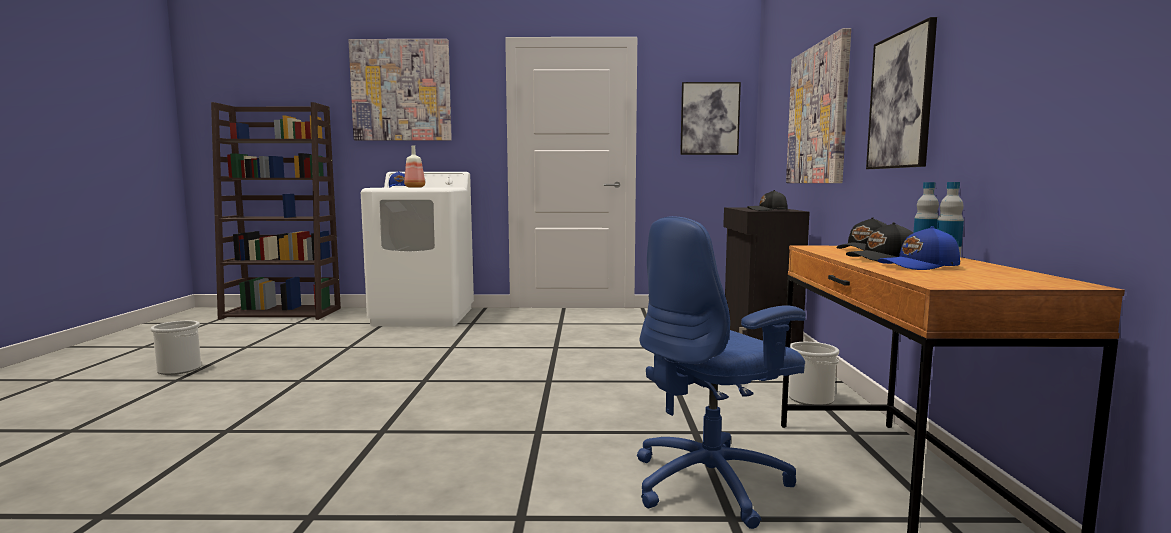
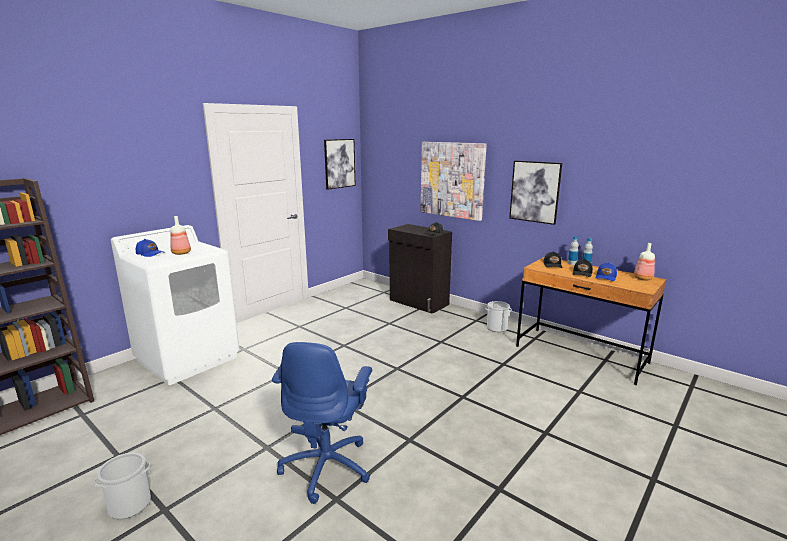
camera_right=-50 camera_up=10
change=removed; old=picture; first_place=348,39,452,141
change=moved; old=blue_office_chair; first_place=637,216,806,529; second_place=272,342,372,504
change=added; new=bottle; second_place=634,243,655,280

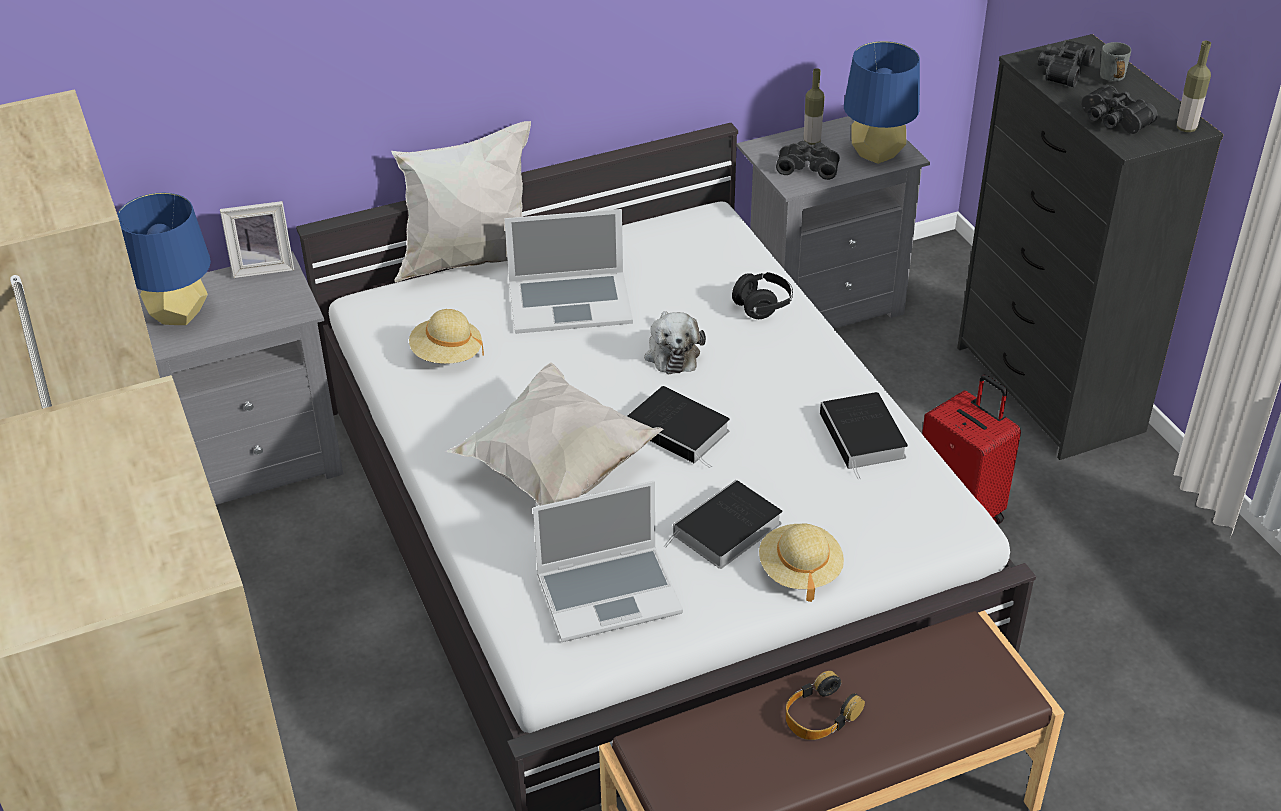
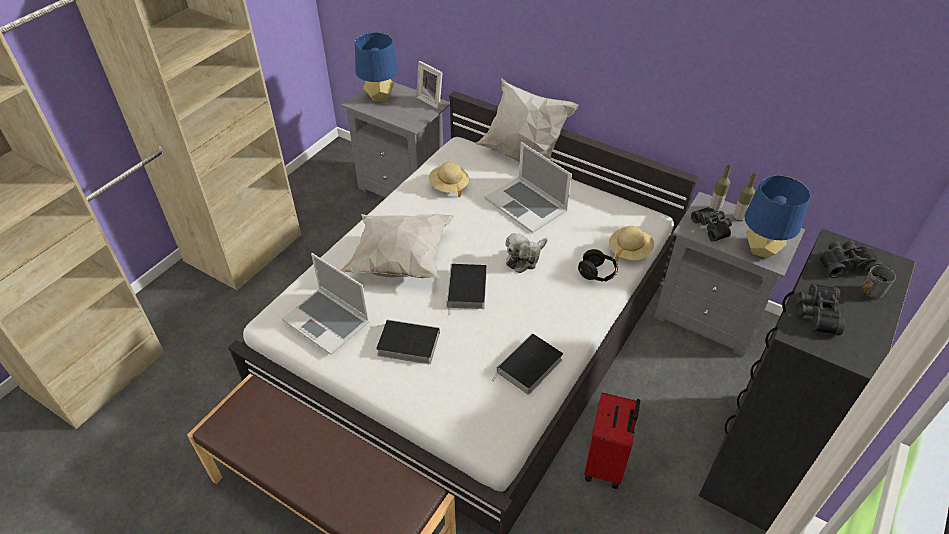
camera_right=55 camera_up=5
change=moved; old=bottle; first_place=1177,41,1211,132; second_place=709,164,731,212
change=moved; old=beige_hat; first_place=759,524,844,602; second_place=609,226,654,262
change=removed; old=headphones; first_place=786,671,865,740

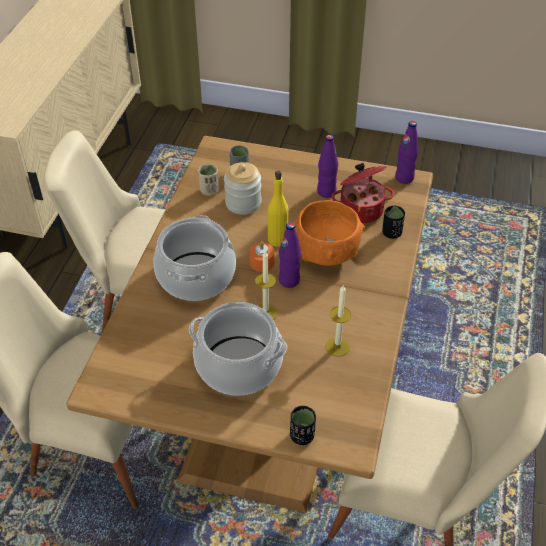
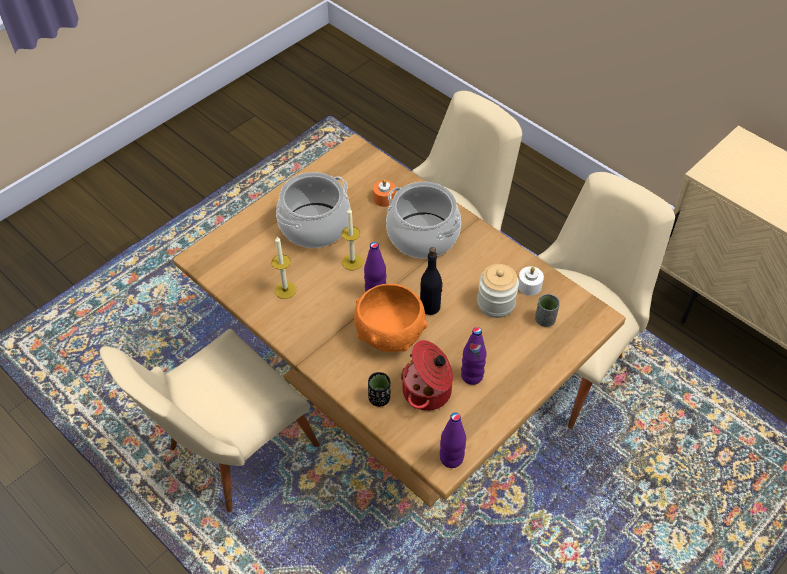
camera_right=120 camera_up=5
change=replaced; old=beige_cup; new=white_candle; first_place=198,164,219,196; second_place=518,266,544,295
change=recoloured; old=yellow_bottle; new=black_bottle; first_place=268,171,288,247; second_place=420,247,443,315
change=moved; old=orange_candle; first_place=249,241,275,272; second_place=373,179,396,207
change=removed; old=black_cup; first_place=290,406,316,445

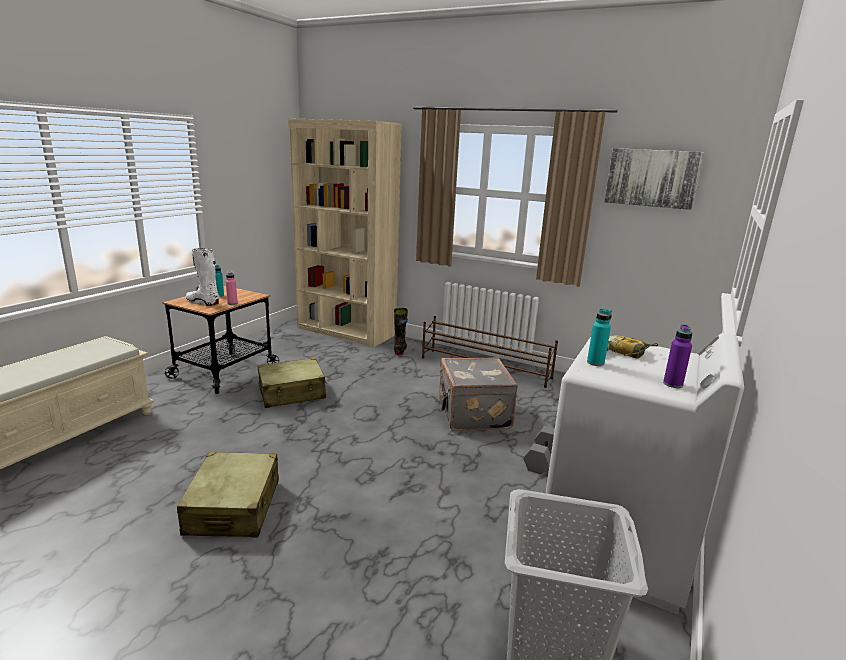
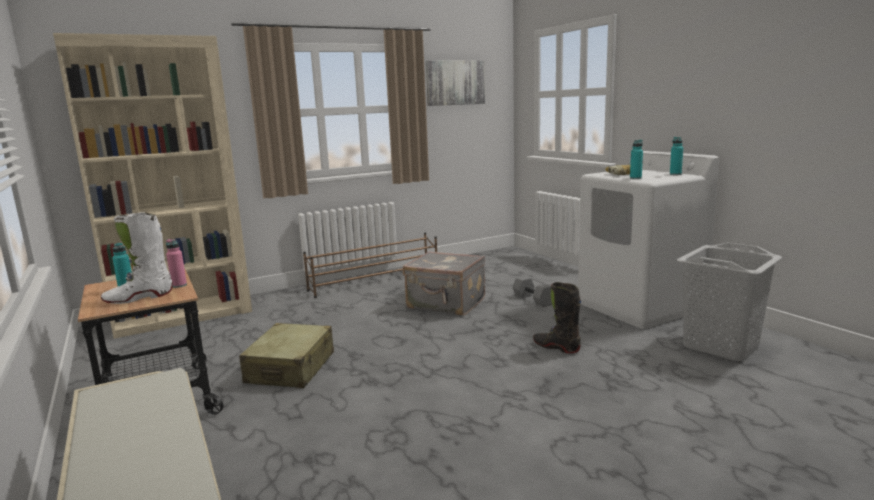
camera_right=-55 camera_up=-5
change=moved; old=black_boot; first_place=394,308,408,355; second_place=533,282,581,353
change=recoloured; old=purple_bottle; new=turquoise_bottle; first_place=663,324,692,388; second_place=670,137,683,175
change=removed; old=beige_suitcase; first_place=177,452,279,538

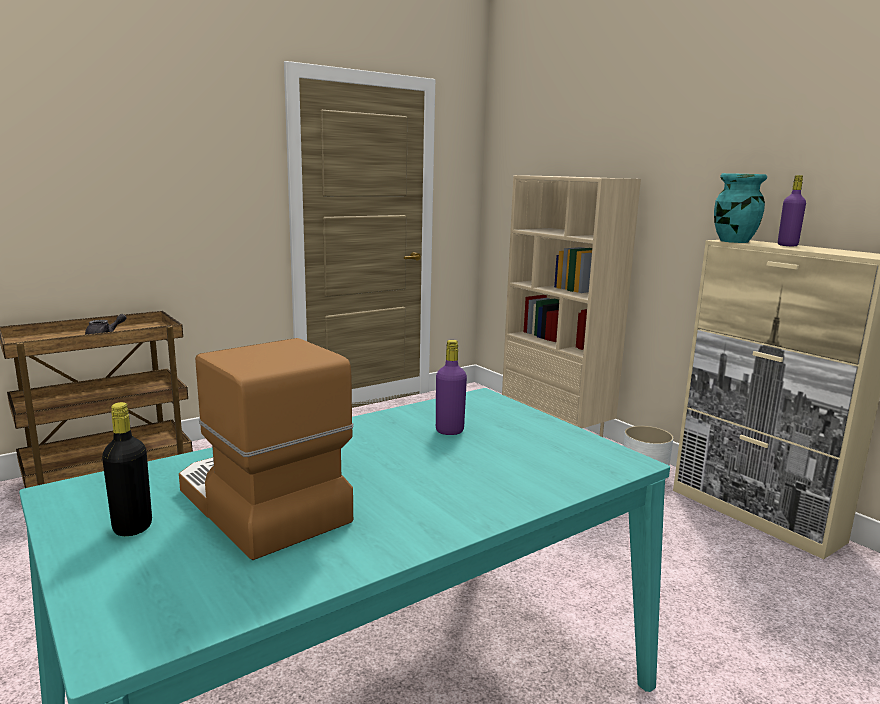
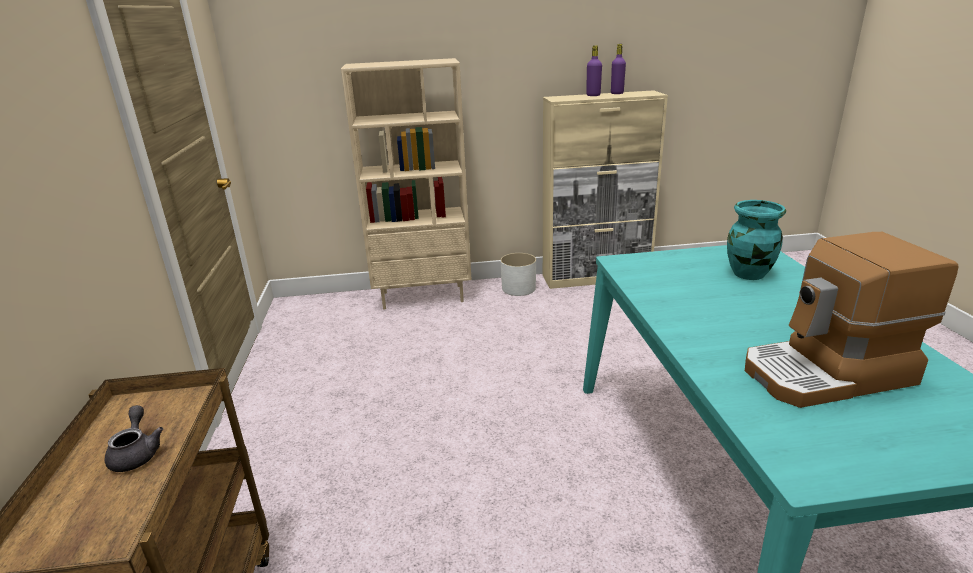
camera_right=-60 camera_up=10
change=moved; old=turquoise_vase; first_place=714,173,767,243; second_place=727,200,786,280
change=moved; old=purple_bottle; first_place=436,340,467,435; second_place=611,44,626,94
change=removed; old=black_bottle; first_place=102,402,152,536

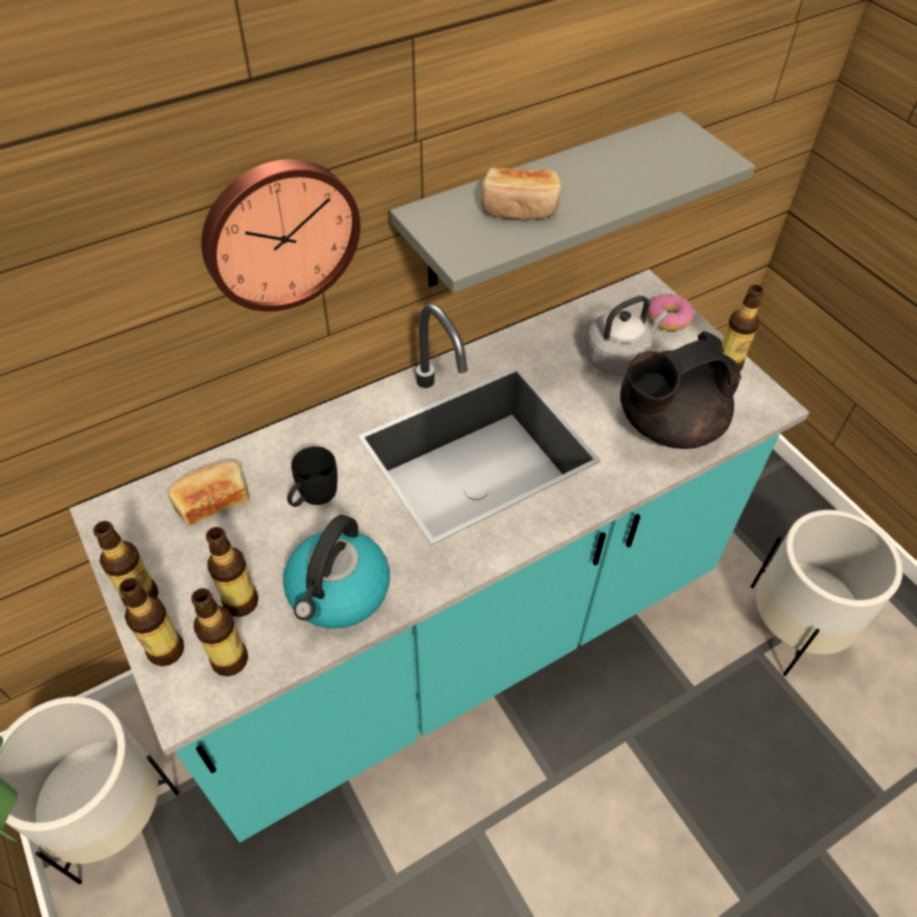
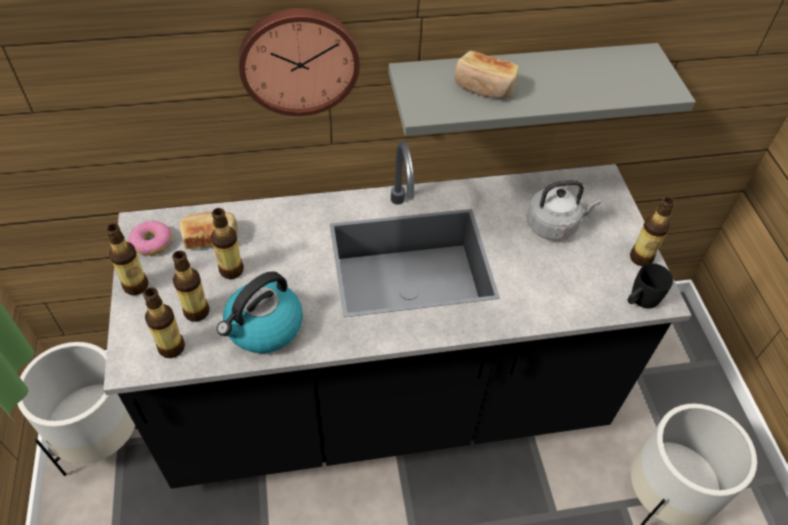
camera_right=20 camera_up=0
change=recoloured; old=turquoise_counter; new=black_counter; first_place=69,269,810,842; second_place=103,141,692,489
change=moved; old=donut; first_place=648,294,694,331; second_place=128,220,172,256
change=removed; old=black_teapot; first_place=620,331,741,449
change=moved; old=black_mug; first_place=287,446,338,507; second_place=628,263,673,308
change=moved; old=bottle; first_place=119,578,184,666; second_place=211,208,244,279

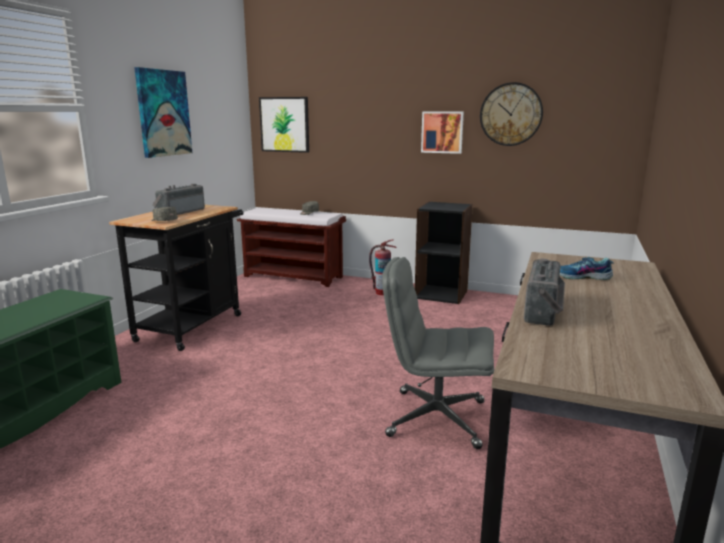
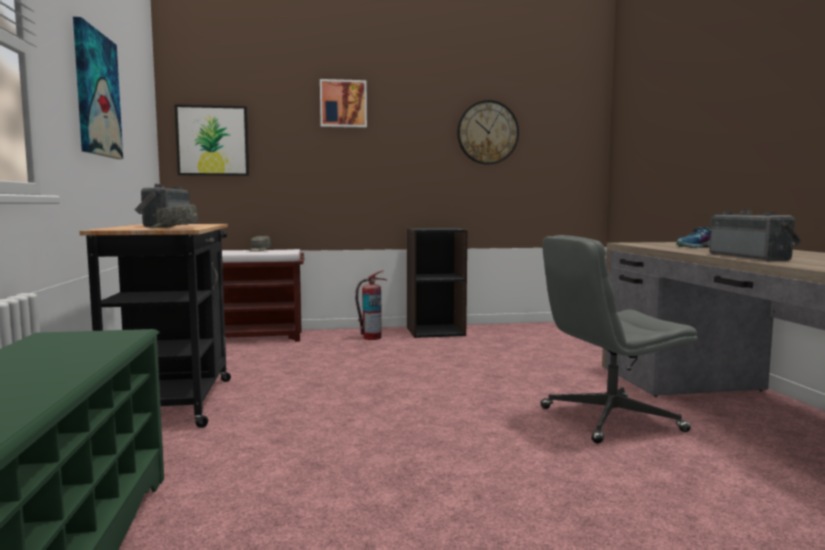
camera_right=-30 camera_up=-10
change=moved; old=picture; first_place=421,111,464,154; second_place=320,79,367,128

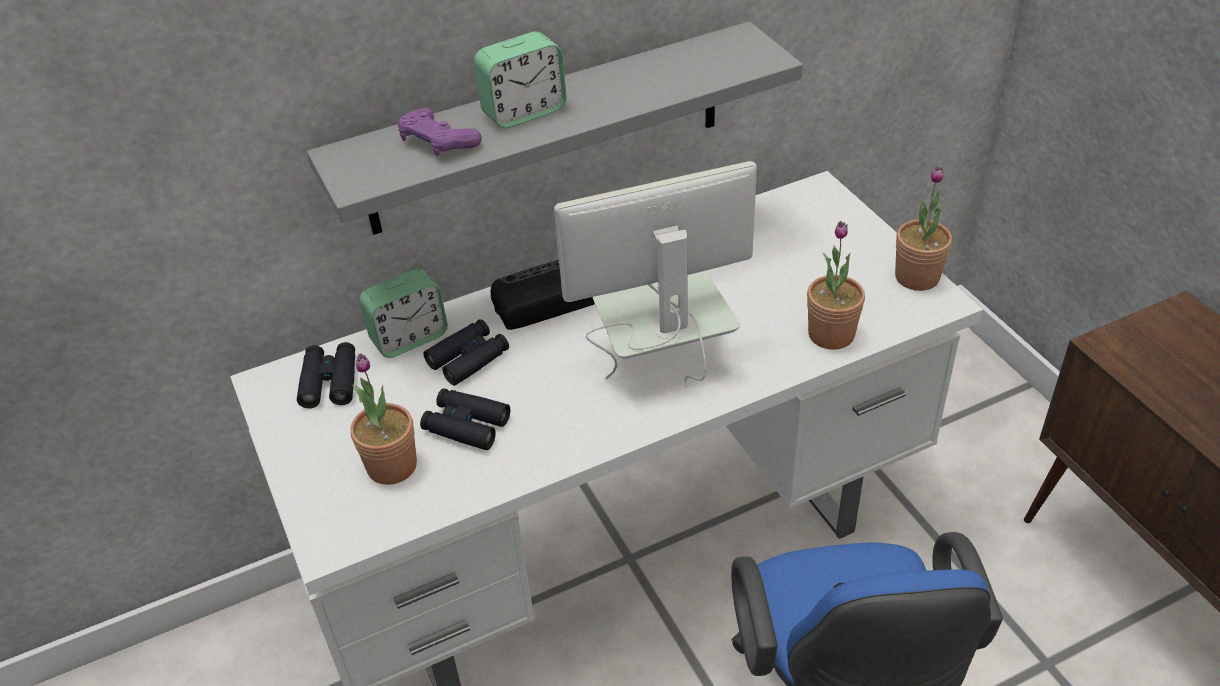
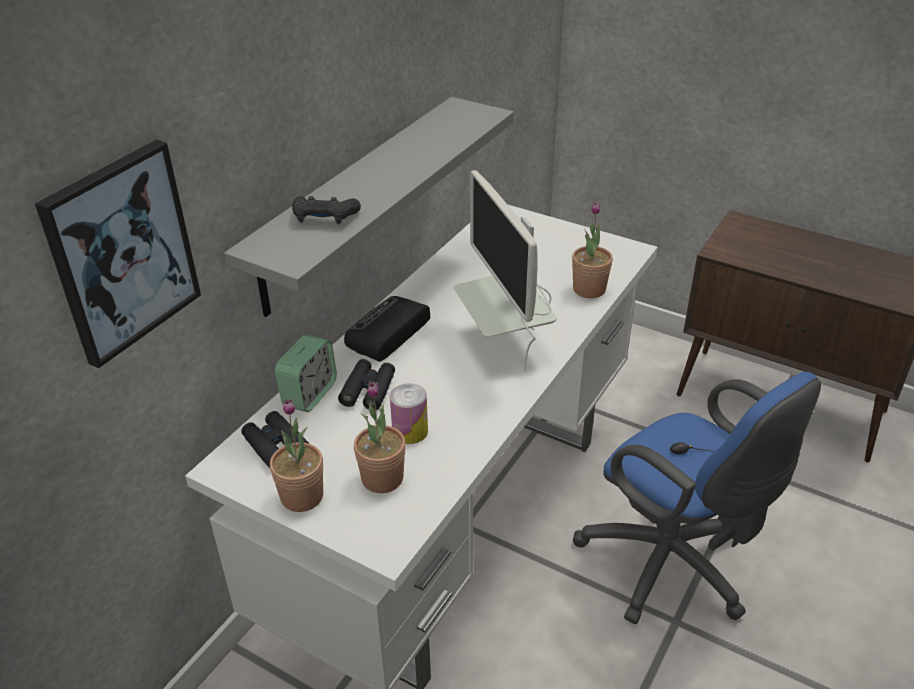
camera_right=-35 camera_up=-5
change=removed; old=alarm_clock; first_place=474,31,567,128
change=recoloured; old=purple_game_controller; new=black_game_controller; first_place=398,107,482,156; second_place=292,196,361,225
change=turned; old=monitor; first_place=554,161,757,388; second_place=454,170,557,371; degrees=-60
change=moved; old=potted_plant; first_place=895,166,952,291; second_place=270,398,323,512
change=replaced; old=black_binoculars; new=can; first_place=420,388,510,450; second_place=390,383,428,444
change=added; new=picture; second_place=35,140,201,368

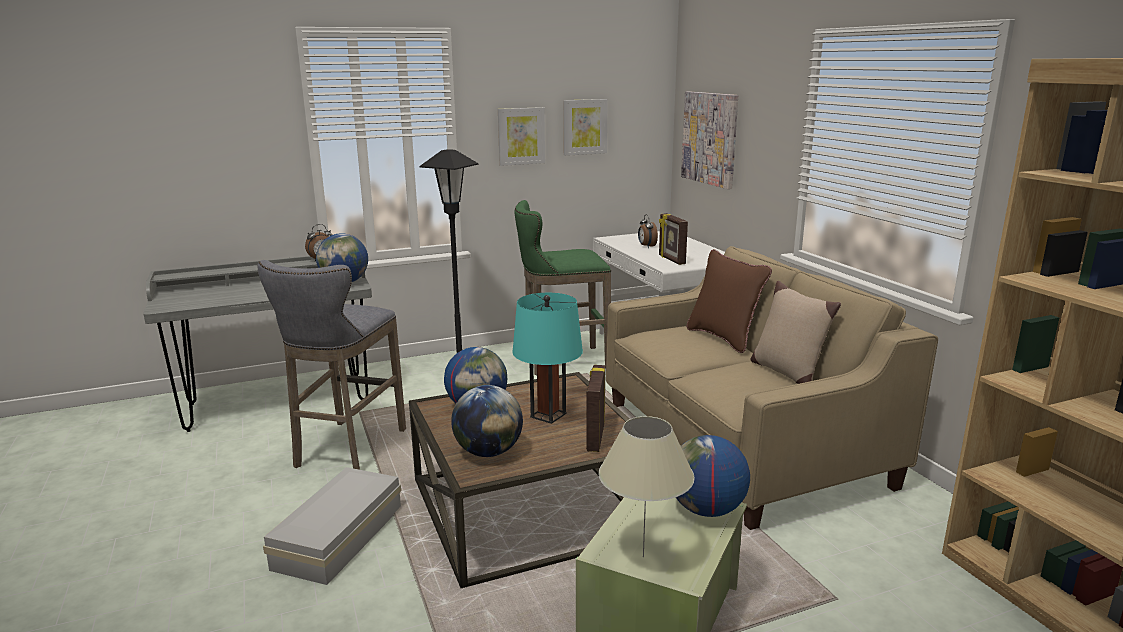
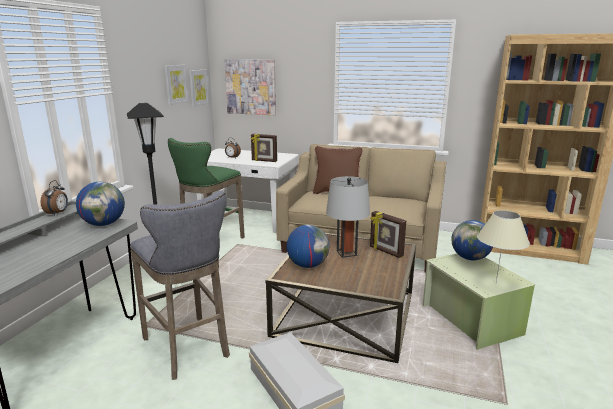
camera_right=-50 camera_up=0
change=moved; old=picture; first_place=498,107,545,166; second_place=189,70,209,107
change=removed; old=beige_pillow; first_place=751,281,841,384
change=recoloured; old=turquoise_table_lamp; new=grey_table_lamp; first_place=512,293,583,424; second_place=326,176,370,258
change=removed; old=globe; first_place=451,385,523,457

